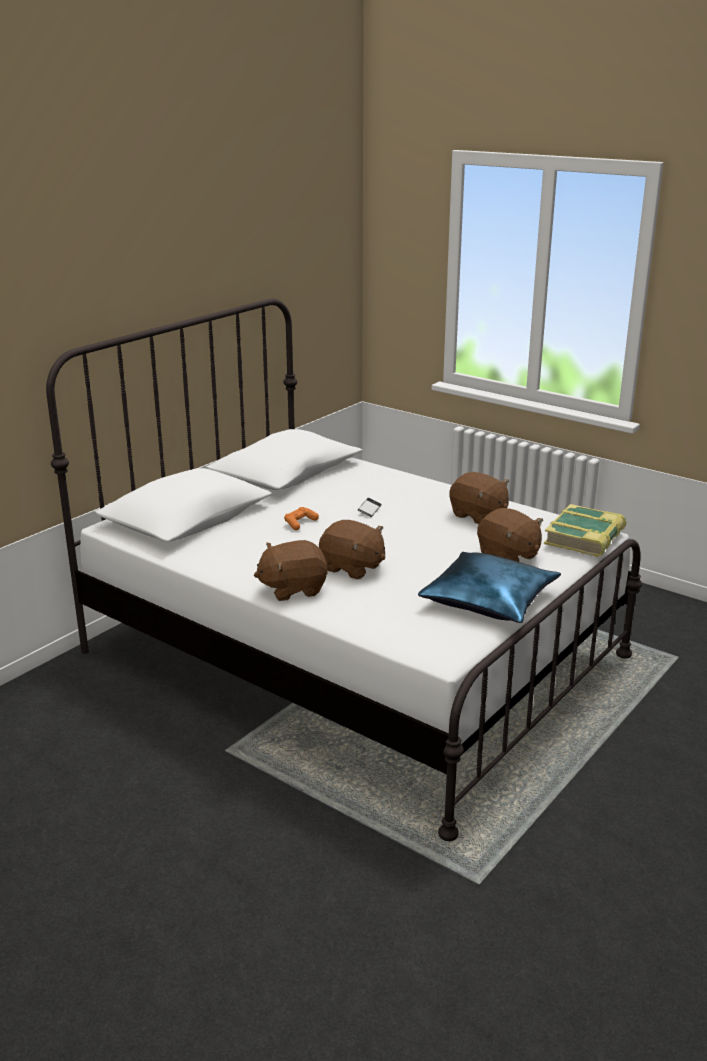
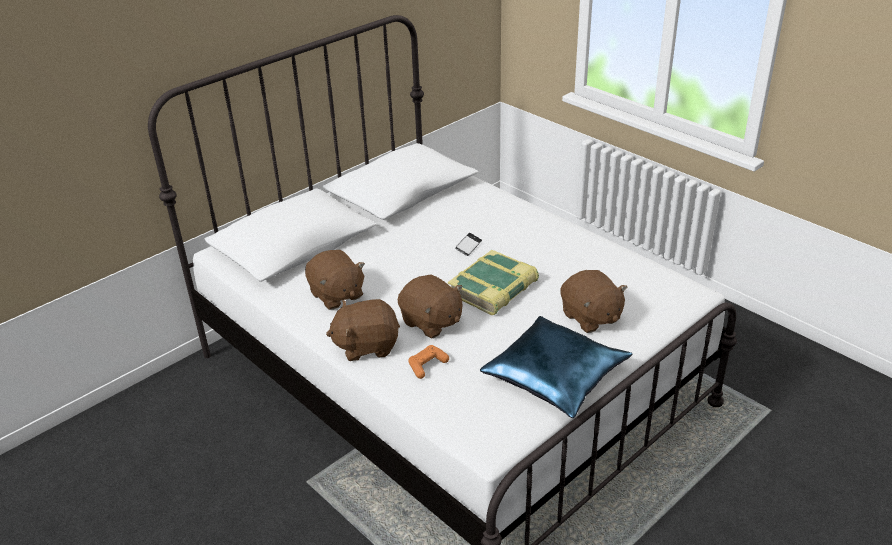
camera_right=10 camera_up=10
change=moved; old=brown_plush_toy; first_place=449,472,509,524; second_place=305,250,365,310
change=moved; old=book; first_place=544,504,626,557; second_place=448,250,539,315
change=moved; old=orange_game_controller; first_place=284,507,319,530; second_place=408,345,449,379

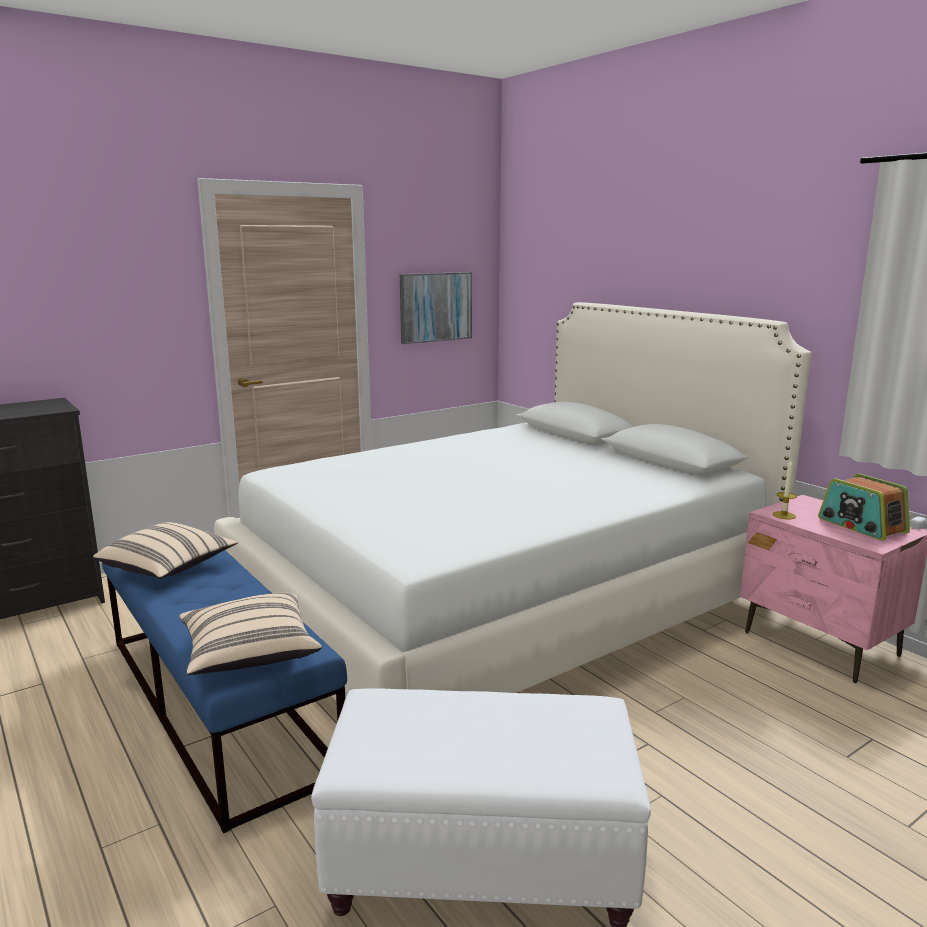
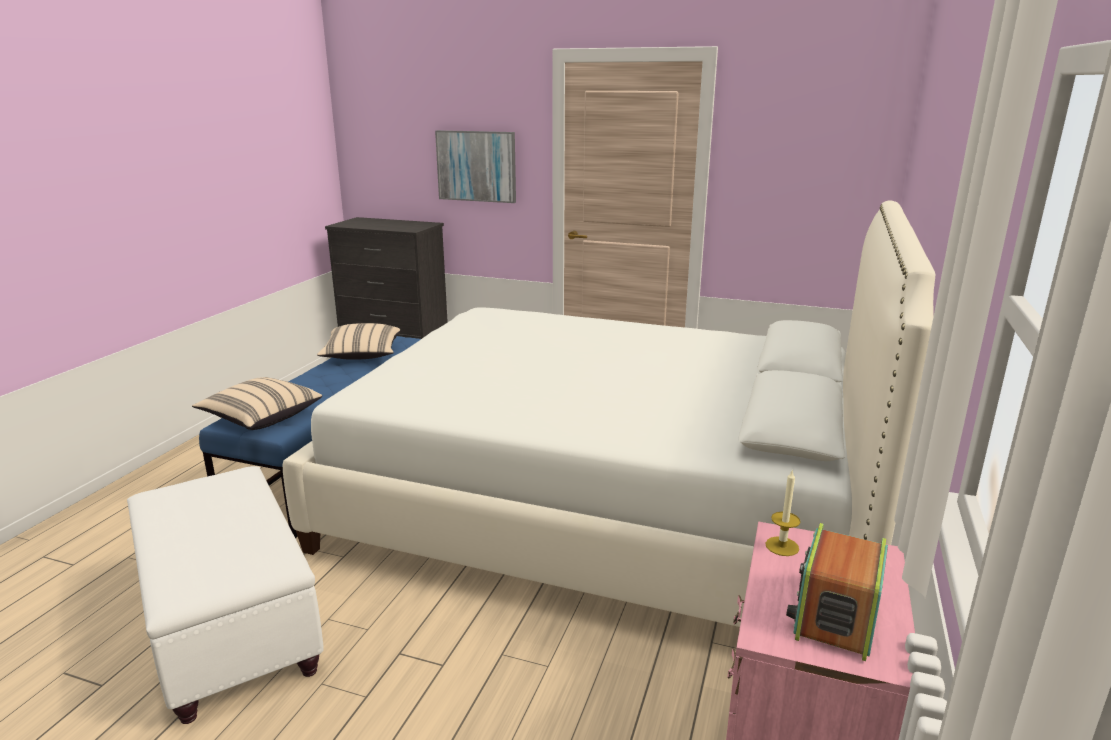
camera_right=55 camera_up=5
change=moved; old=picture; first_place=400,272,472,344; second_place=435,130,516,203

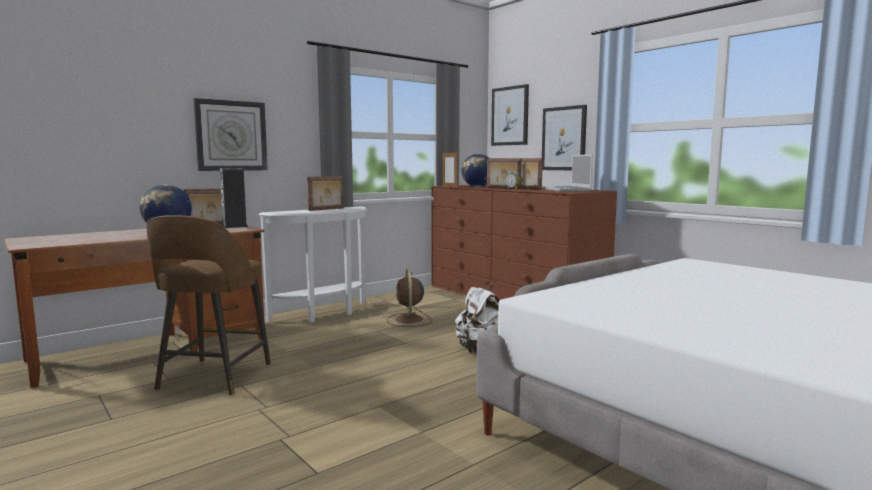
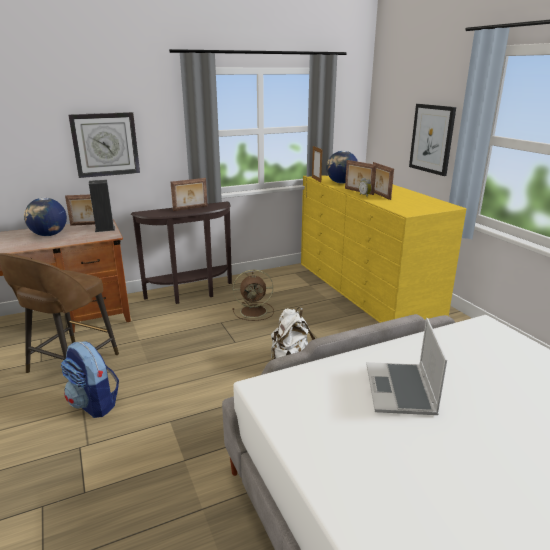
camera_right=15 camera_up=15
change=removed; old=picture; first_place=491,84,529,146
change=moved; old=laptop; first_place=542,154,593,192; second_place=366,318,447,415
change=recoloured; old=brown_dresser; new=yellow_dresser; first_place=431,185,617,301; second_place=301,175,466,323
change=recoloured; old=white_console_table; new=brown_console_table; first_place=259,206,367,322; second_place=131,201,232,304
change=turned; old=brown_fan; first_place=387,269,432,327; second_place=232,270,274,321; degrees=-105
change=added; new=backpack; second_place=61,341,119,418

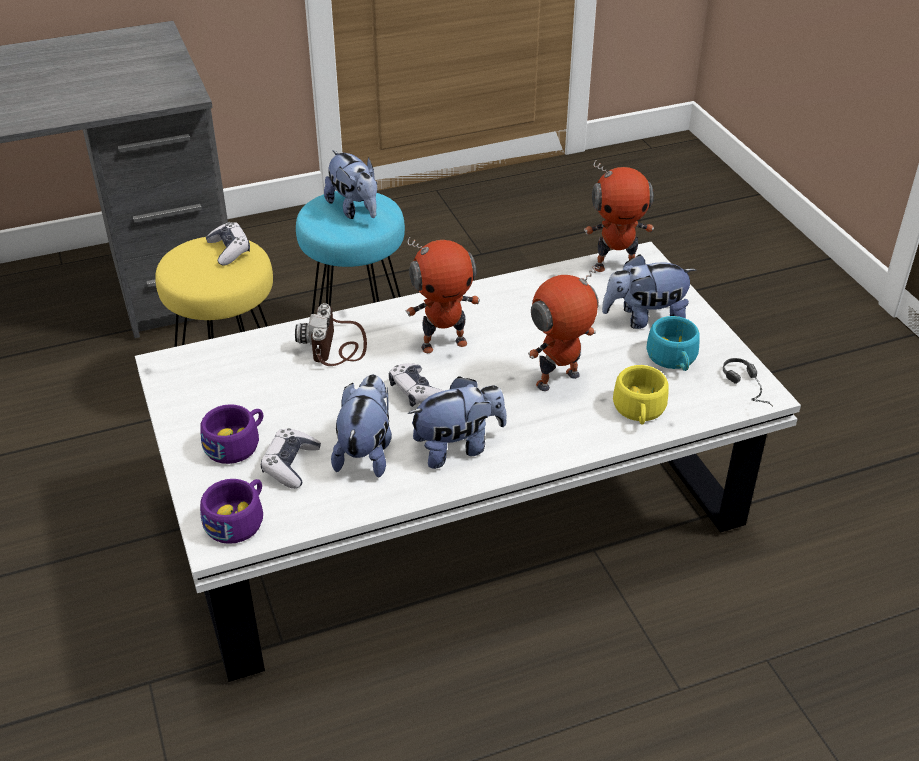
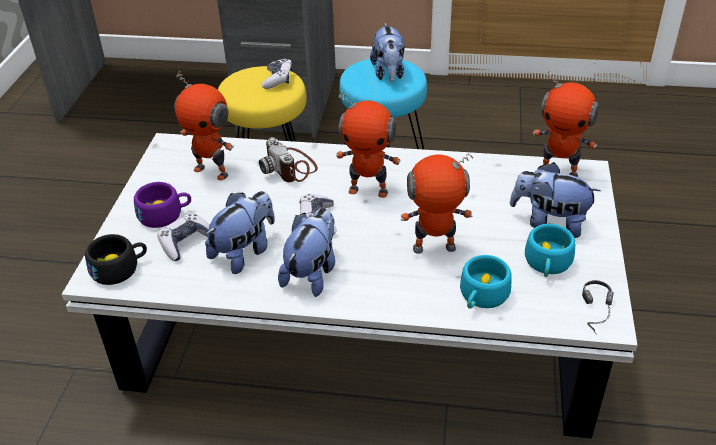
camera_right=30 camera_up=0
change=turned; old=photo_camera; first_place=295,303,367,366; second_place=259,137,318,182; degrees=-60
change=recoloured; old=yellow_cup; new=turquoise_cup; first_place=613,365,668,425; second_place=460,255,511,309
change=turned; old=plush_toy; first_place=408,376,507,469; second_place=278,208,335,297; degrees=-75
change=recoloured; old=purple_cup; new=black_cup; first_place=200,479,263,544; second_place=85,234,147,285
change=added; new=toy_robot; second_place=174,71,234,180

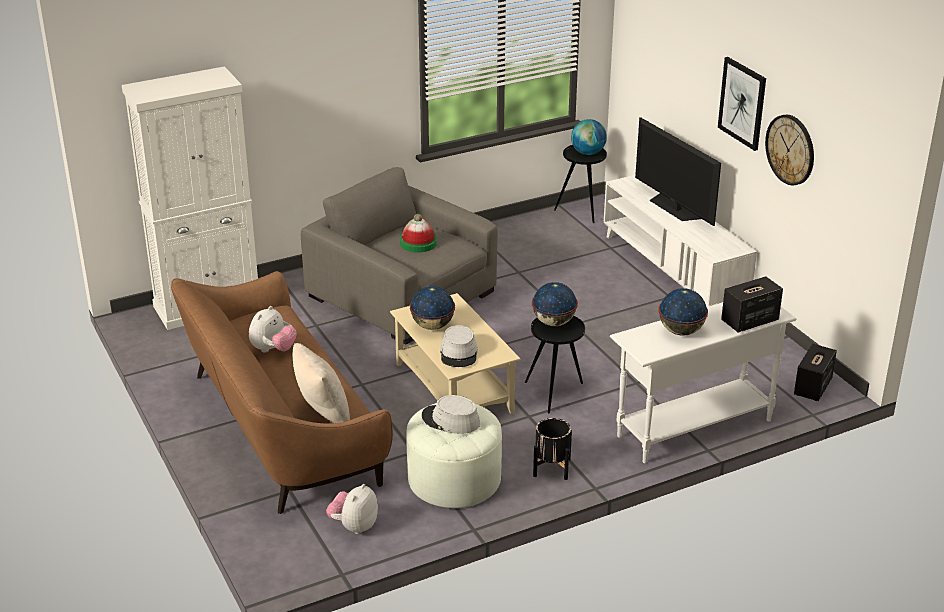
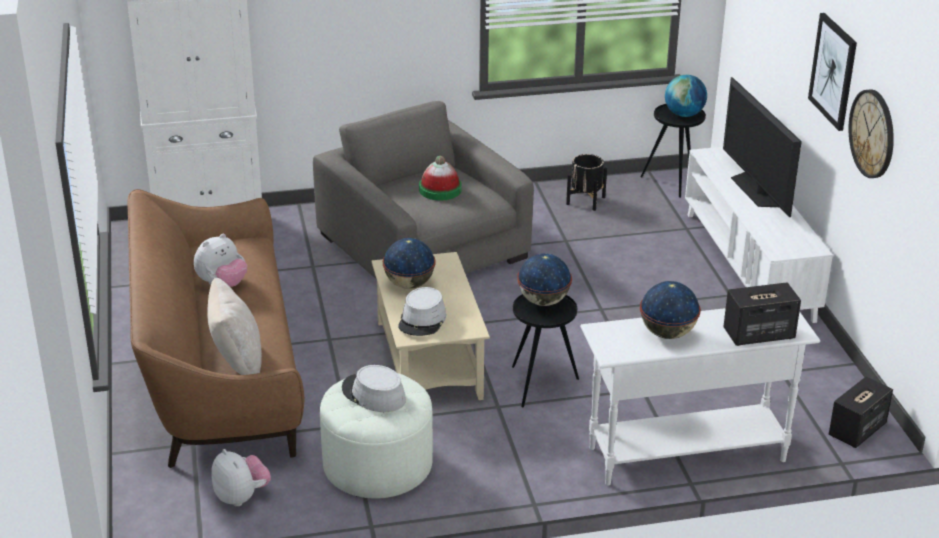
camera_right=15 camera_up=0
change=moved; old=black_planter; first_place=533,418,572,480; second_place=566,154,607,211
change=turned; old=plush_toy; first_place=326,484,378,534; second_place=211,449,271,507; degrees=105

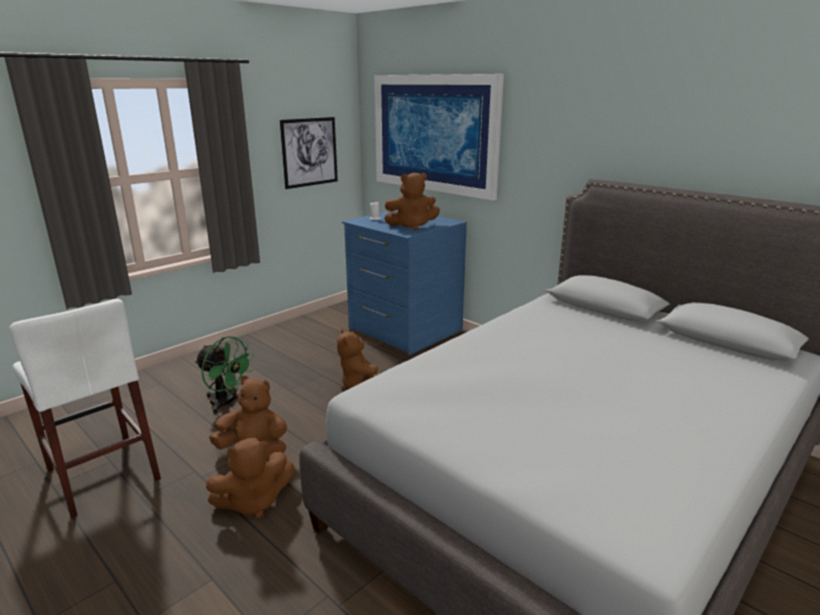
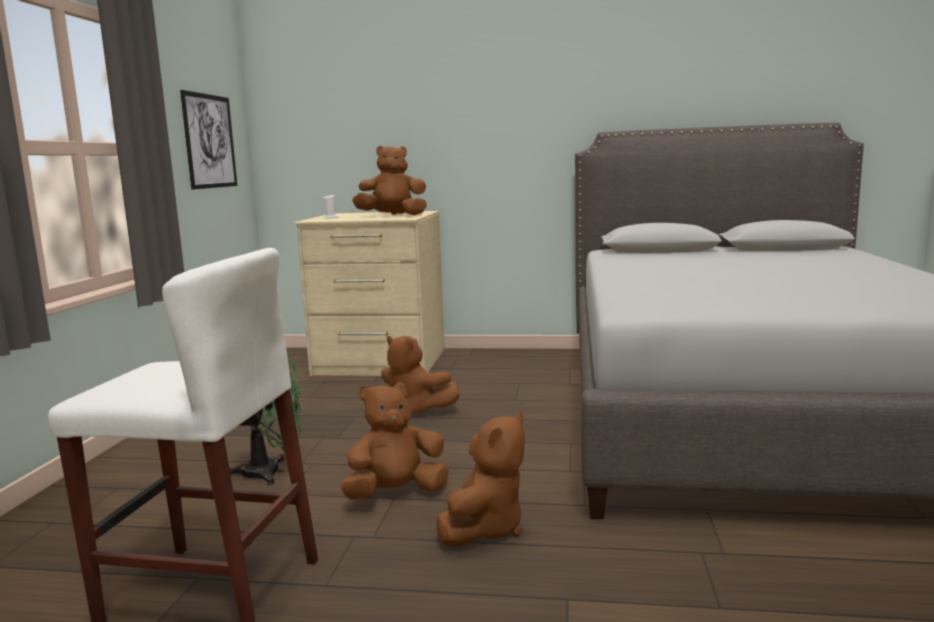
camera_right=-35 camera_up=-10
change=removed; old=picture; first_place=375,74,504,200
change=turned; old=brown_plush_toy; first_place=384,173,440,230; second_place=352,146,427,215; degrees=-135
change=recoloured; old=blue_dresser; new=beige_dresser; first_place=342,210,467,355; second_place=294,211,445,376

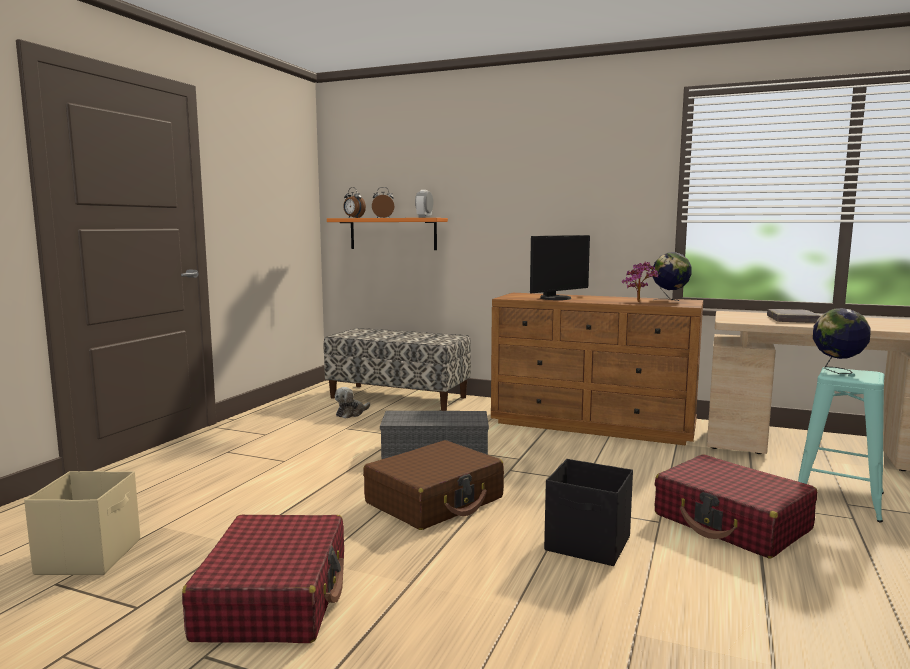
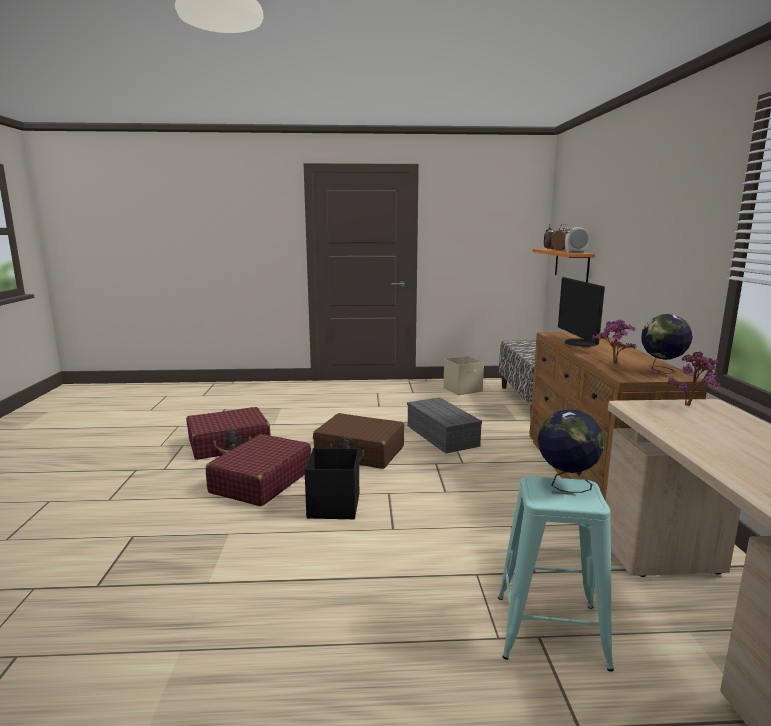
camera_right=65 camera_up=5
change=turned; old=monitor; first_place=530,235,590,300; second_place=558,277,605,347; degrees=60
change=removed; old=grey_book; first_place=767,309,821,323
change=removed; old=plush_toy; first_place=335,387,370,419
change=moved; old=red_suitcase; first_place=655,454,817,559; second_place=206,434,311,506
change=moved; old=beige_storage_box; first_place=24,471,140,575; second_place=443,356,484,395
change=added; new=potted_plant; second_place=667,352,721,406

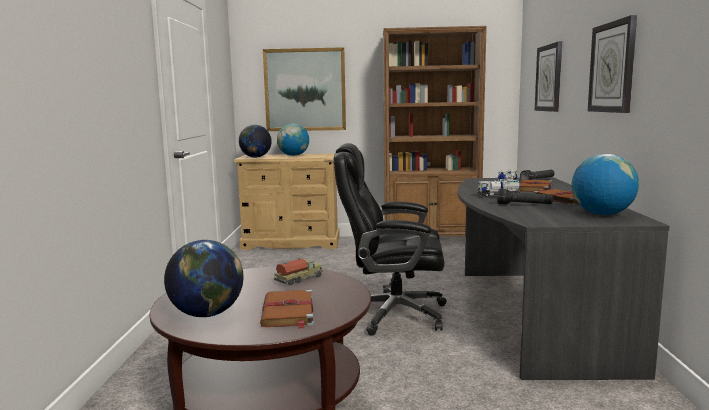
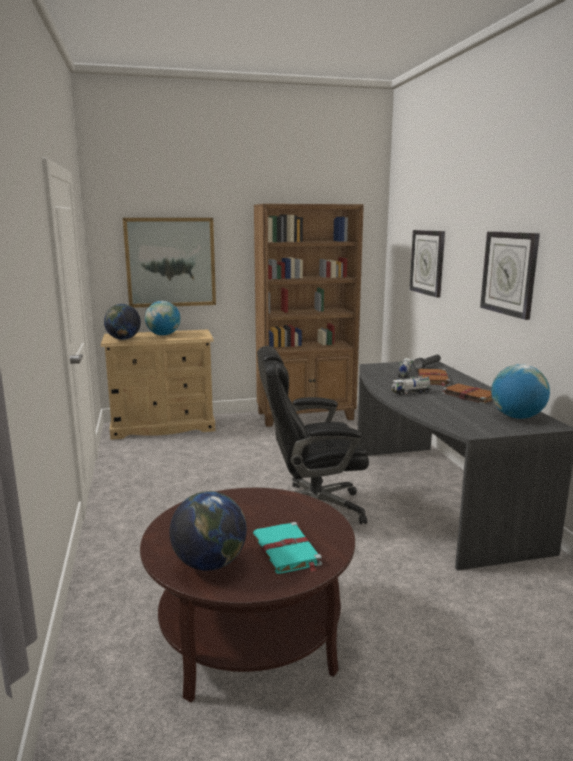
camera_right=-15 camera_up=5
change=removed; old=black_flashlight; first_place=497,189,553,204
change=removed; old=toy_truck; first_place=274,259,323,285
change=recoloured; old=brown_book; new=turquoise_book; first_place=260,289,314,329; second_place=253,522,322,574

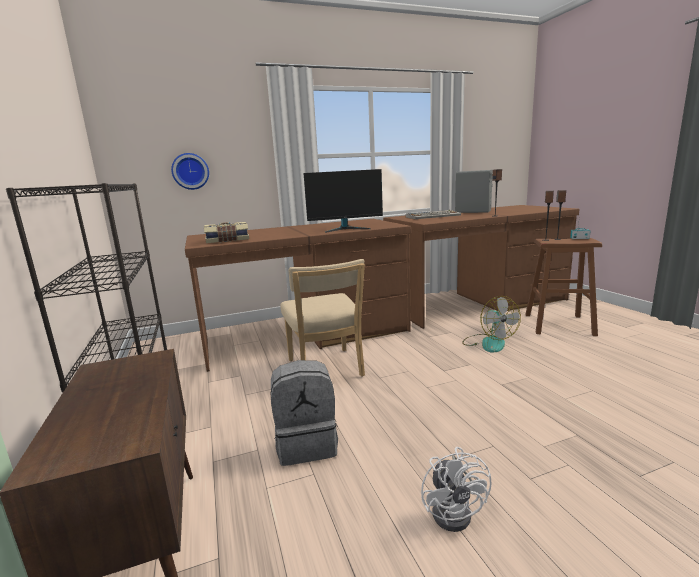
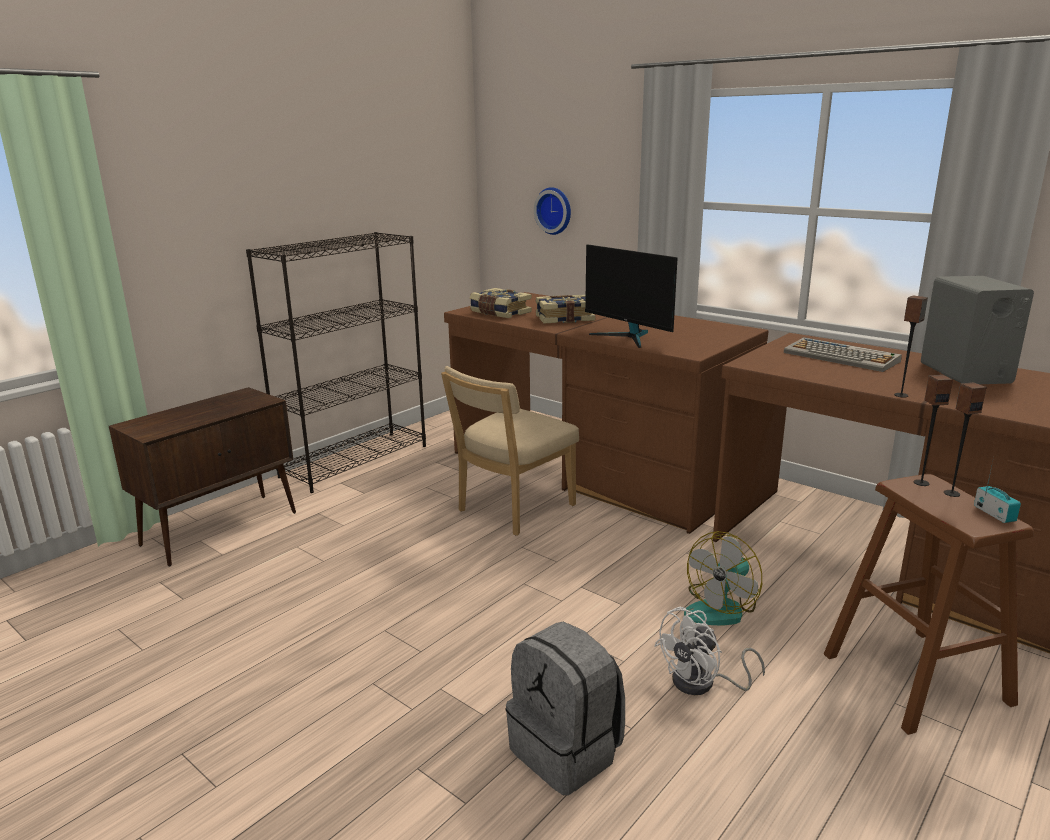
camera_right=60 camera_up=5
change=moved; old=grey_backpack; first_place=270,360,338,466; second_place=506,622,625,795
change=moved; old=white_fan; first_place=421,447,492,532; second_place=654,607,765,695
change=added; new=book; second_place=536,295,595,324

